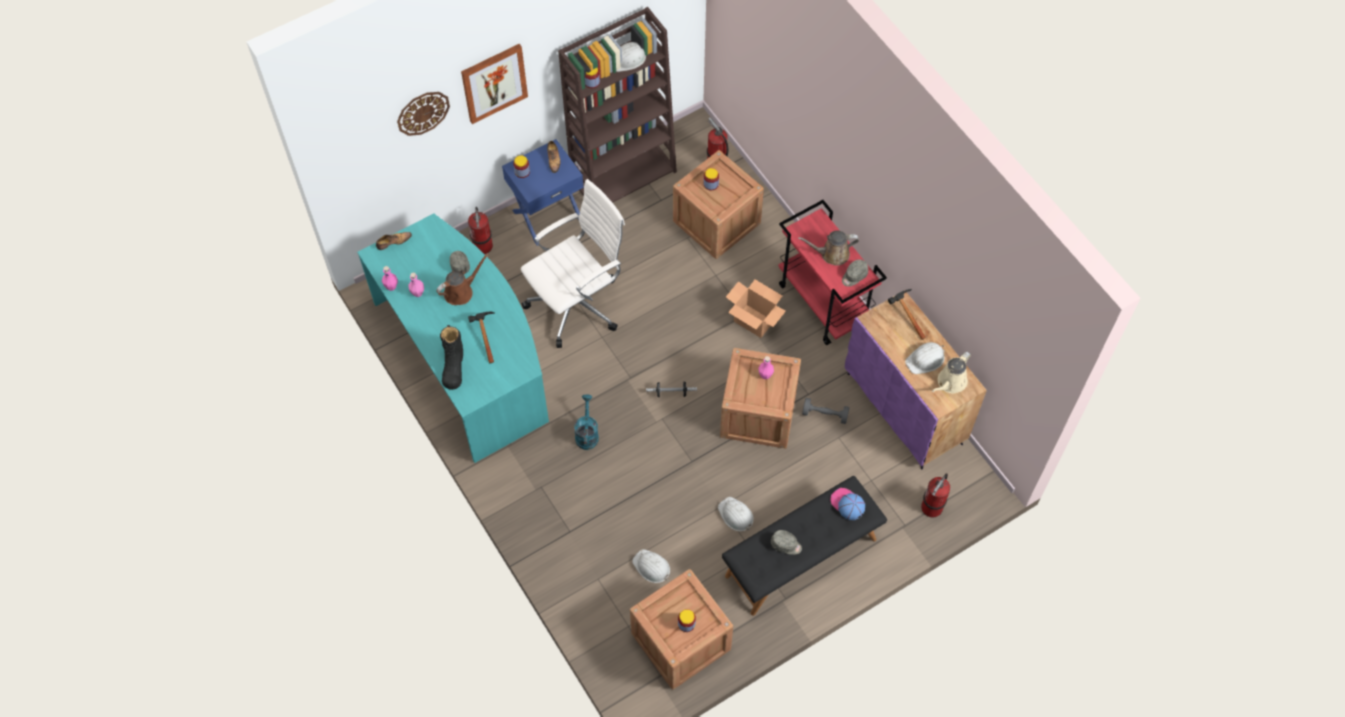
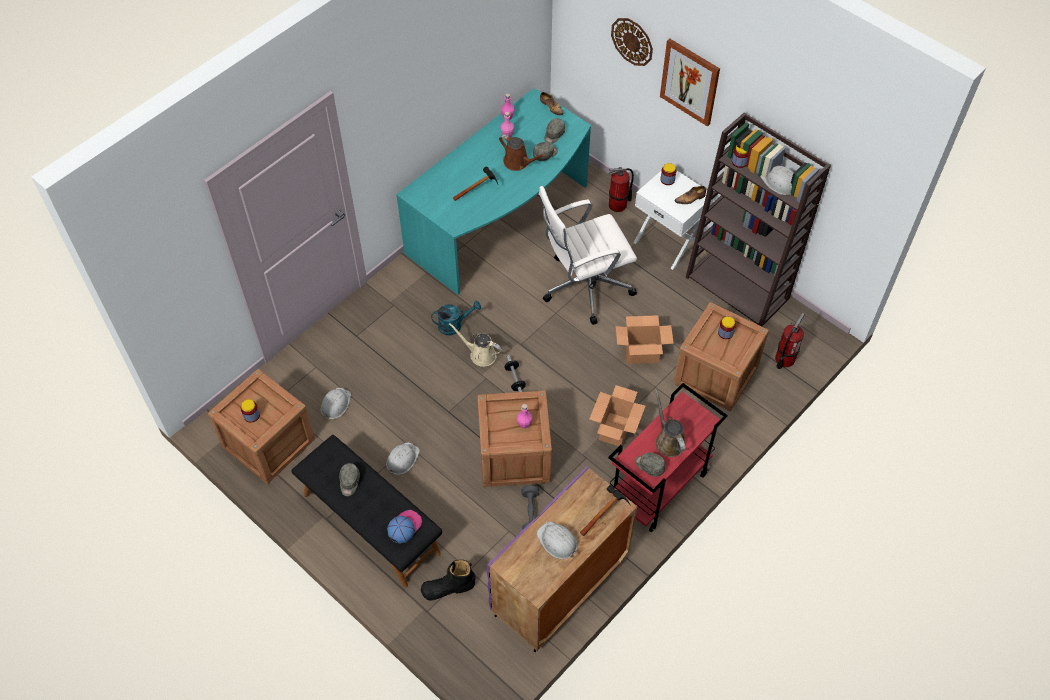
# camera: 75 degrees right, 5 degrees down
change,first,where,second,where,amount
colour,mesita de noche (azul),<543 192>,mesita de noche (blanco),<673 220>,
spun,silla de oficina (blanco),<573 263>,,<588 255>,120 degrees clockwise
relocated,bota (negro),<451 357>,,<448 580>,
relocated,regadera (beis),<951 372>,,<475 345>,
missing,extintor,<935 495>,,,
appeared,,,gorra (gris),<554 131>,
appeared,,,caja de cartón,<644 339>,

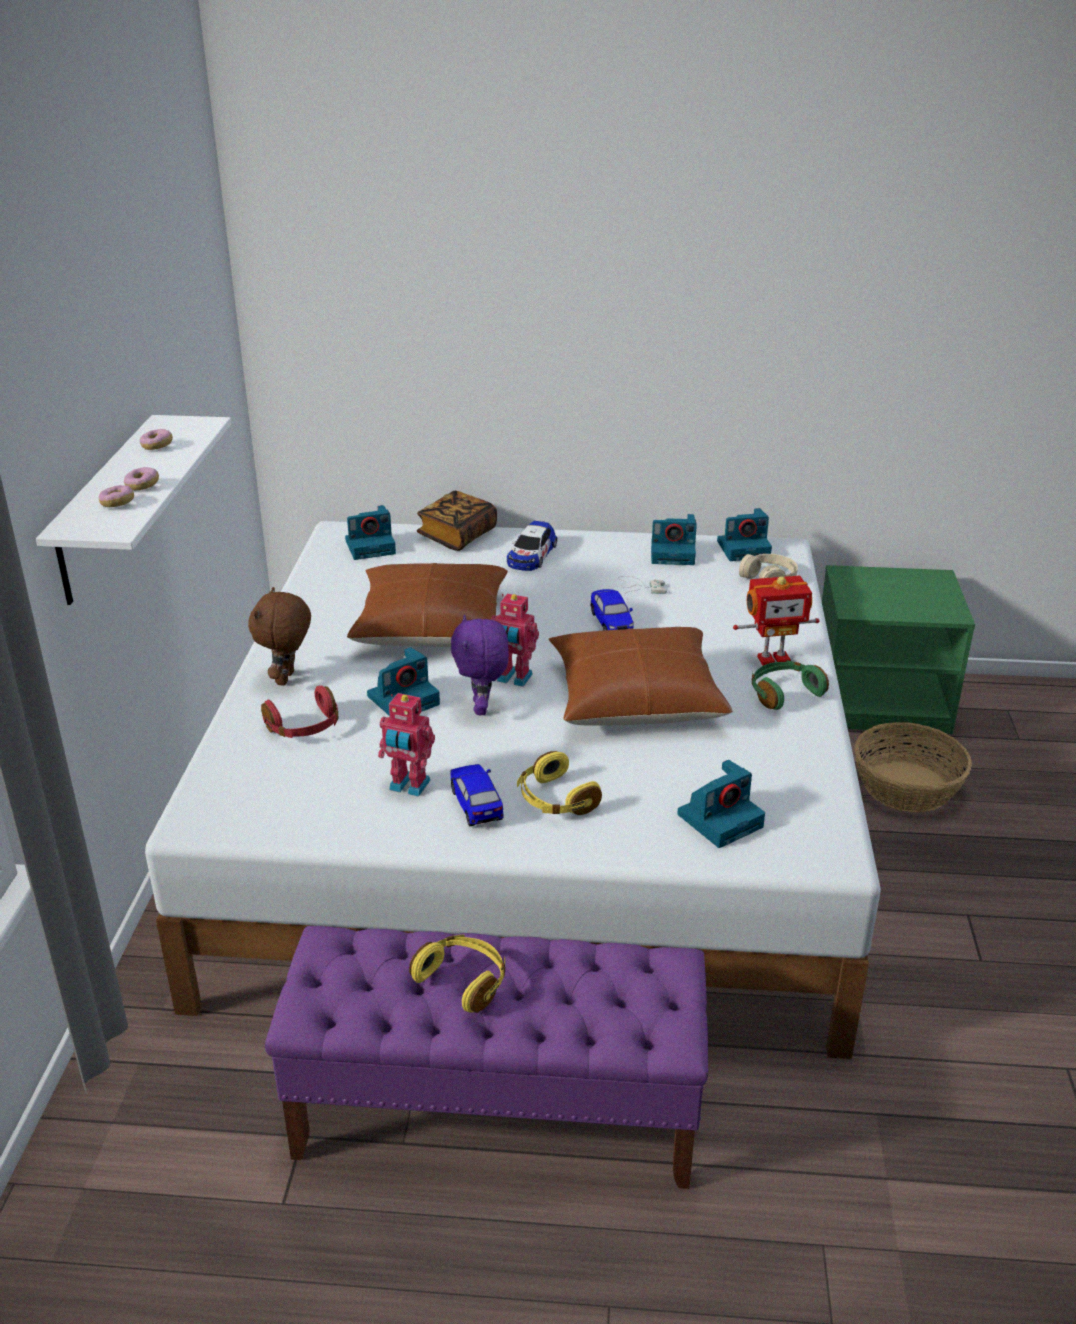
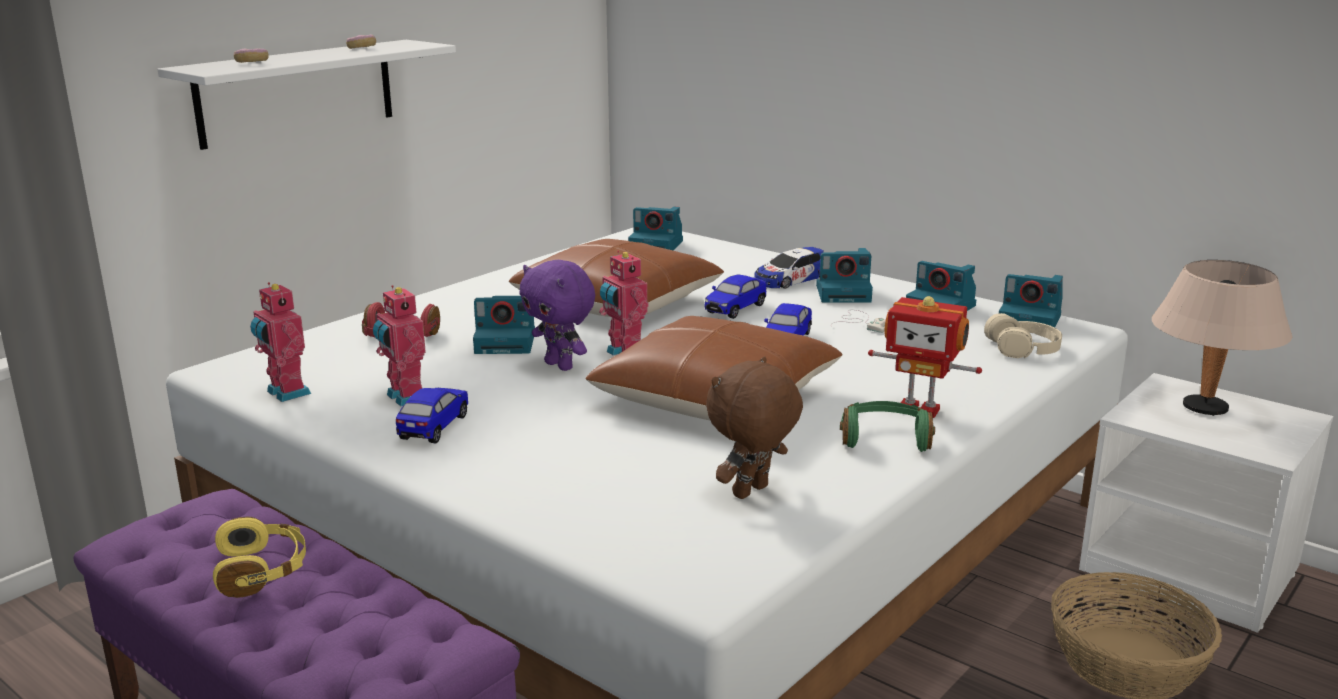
# camera: 35 degrees right, 10 degrees down
change,first,where,second,where,amount
missing,rosquilla,<141 479>,,,
missing,libro,<457 521>,,,
colour,mesita de noche (verde),<898 649>,mesita de noche (blanco),<1206 503>,
relocated,peluche (marrón),<279 636>,,<754 427>,
spun,peluche (morado),<480 665>,,<557 315>,75 degrees counterclockwise
missing,auriculares (amarillo),<559 783>,,,
relocated,cámara,<721 804>,,<844 275>,
appeared,,,lámpara de mesa (beis),<1222 338>,
appeared,,,coche de juguete,<735 297>,
appeared,,,robot de juguete,<280 342>,

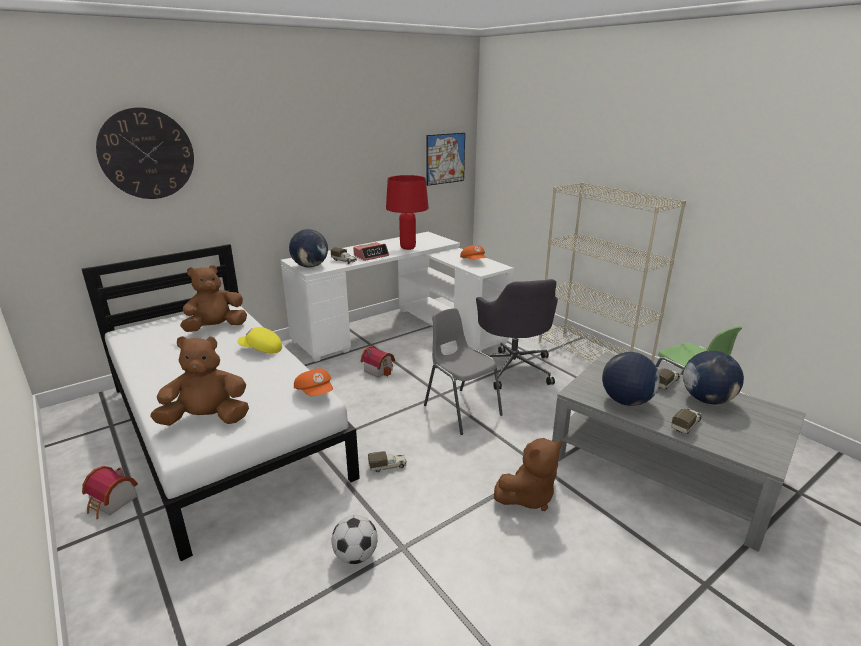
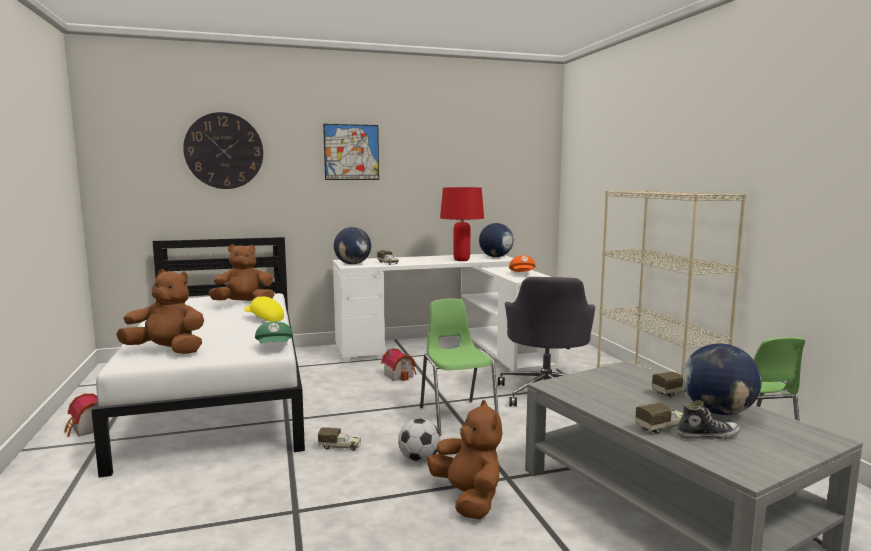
# camera: 20 degrees right, 15 degrees down
change,first,where,second,where,amount
relocated,cuadro,<445 159>,,<351 152>,
missing,despertador,<371 251>,,,
colour,silla (gris),<463 371>,silla (verde),<459 367>,
relocated,globo terráqueo,<631 379>,,<496 240>,
colour,gorra (naranja),<313 382>,gorra (verde),<274 332>,
spun,peluche (marrón),<528 474>,,<465 459>,105 degrees counterclockwise
relocated,balón de fútbol,<355 539>,,<419 440>,
appeared,,,zapato,<709 419>,

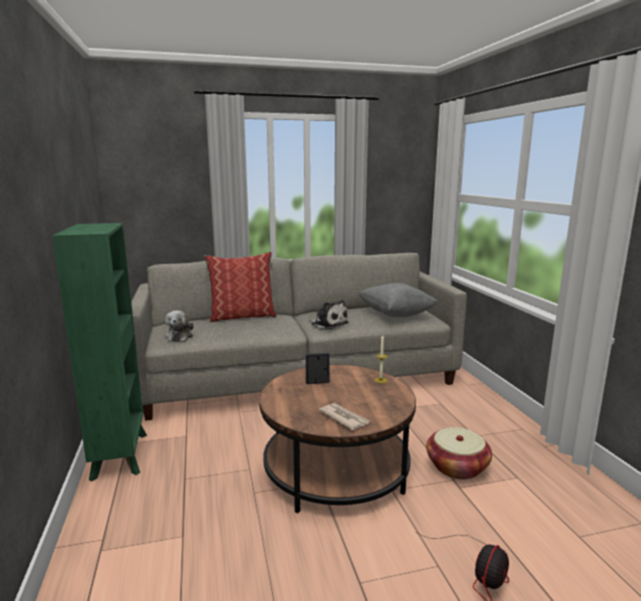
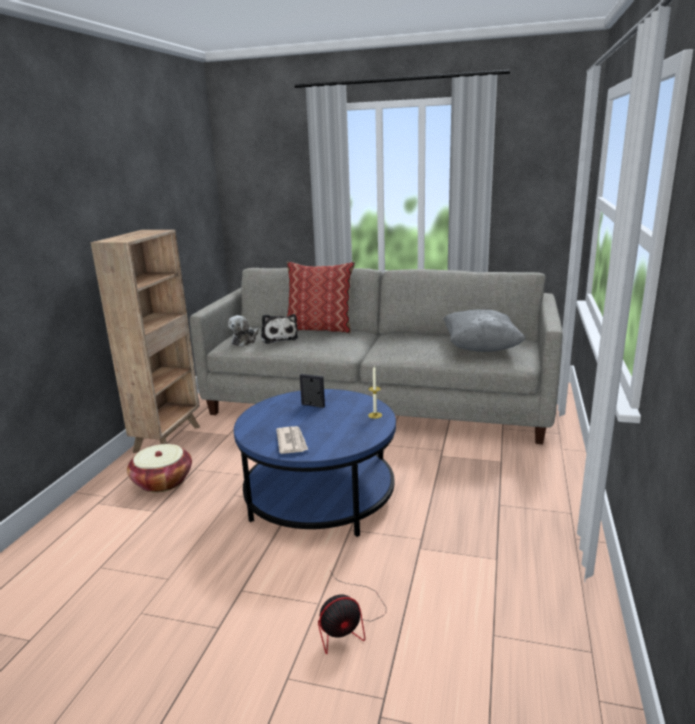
# camera: 30 degrees right, 5 degrees up
change,first,where,second,where,amount
colour,estantería (verde),<99 352>,estantería (marrón),<145 341>,
relocated,peluche,<329 315>,,<279 329>,
colour,mesa de centro (marrón),<337 439>,mesa de centro (azul),<315 463>,
relocated,cesta,<459 453>,,<159 468>,

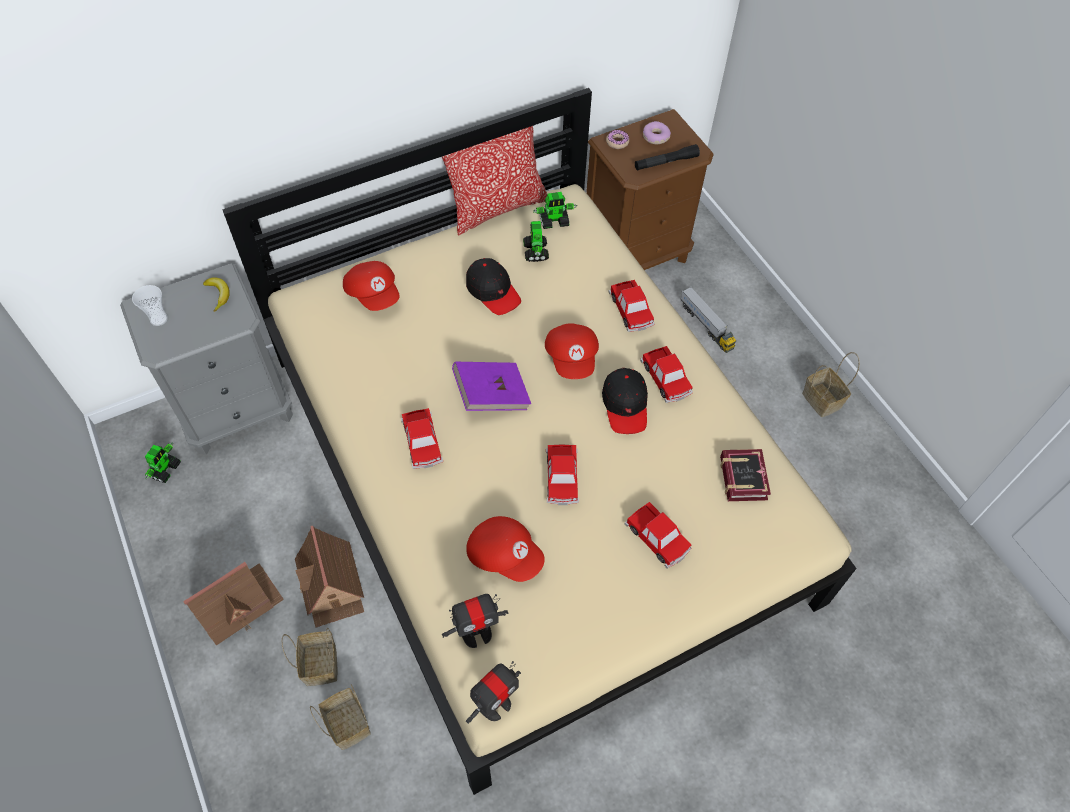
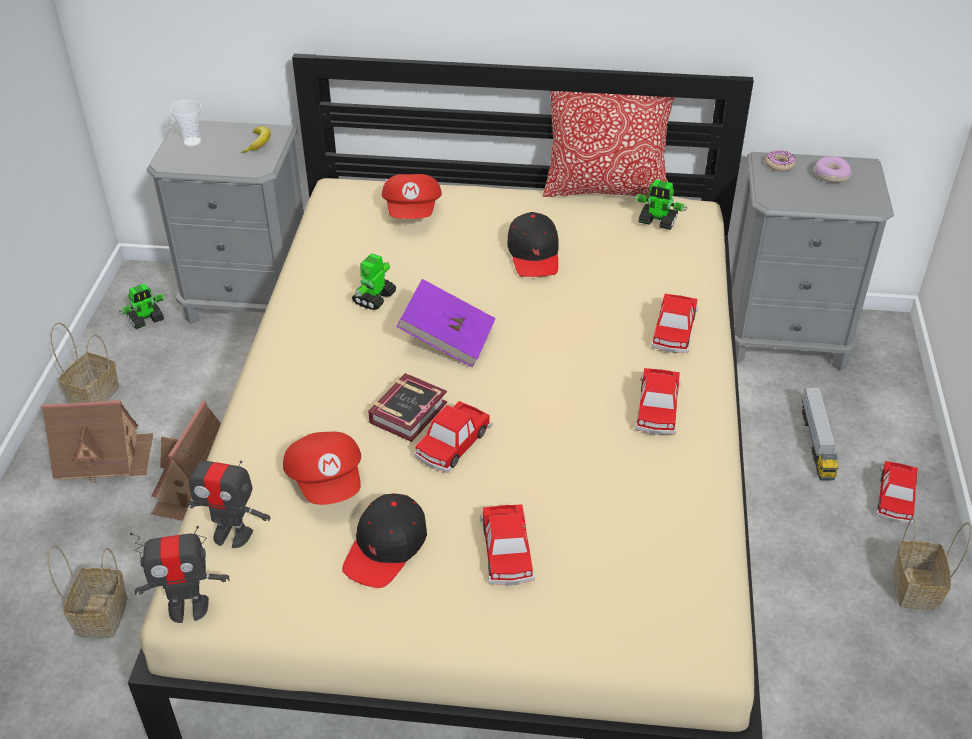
# camera: 35 degrees right, 15 degrees down
change,first,where,second,where,amount
colour,mesita de noche (marrón),<650 189>,mesita de noche (gris),<812 261>,
missing,linterna (negro),<667 157>,,,
relocated,robot de juguete,<536 241>,,<374 281>,
missing,gorra (rojo),<572 351>,,,
relocated,gorra (negro),<625 401>,,<384 540>,
relocated,coche de juguete,<422 438>,,<897 492>,
relocated,libro,<745 475>,,<407 407>,
relocated,cesta,<310 657>,,<85 363>,

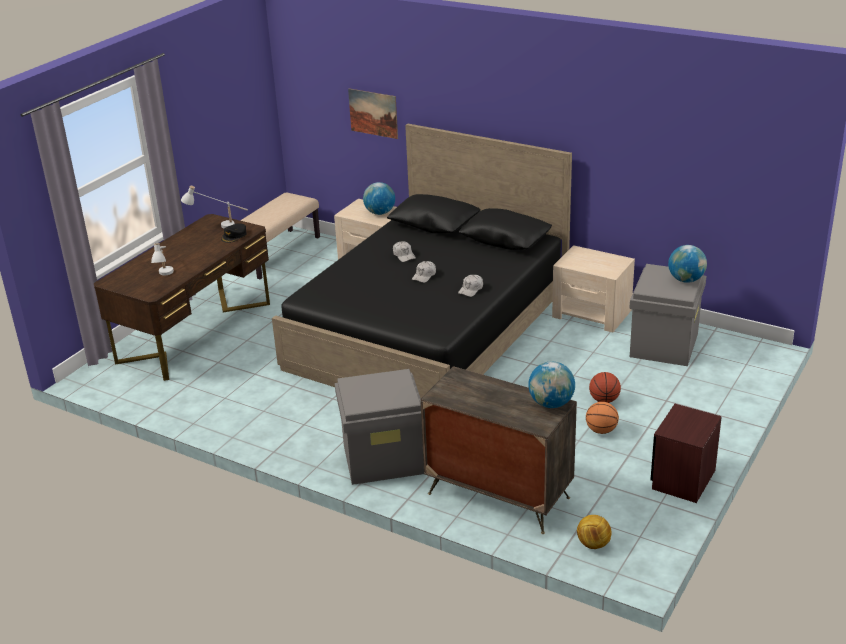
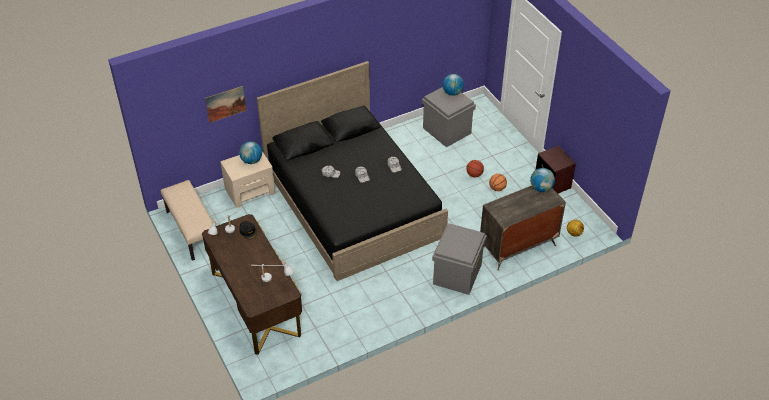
# camera: 60 degrees left, 15 degrees up
change,first,where,second,where,amount
missing,mesita de noche (beis),<593 288>,,,

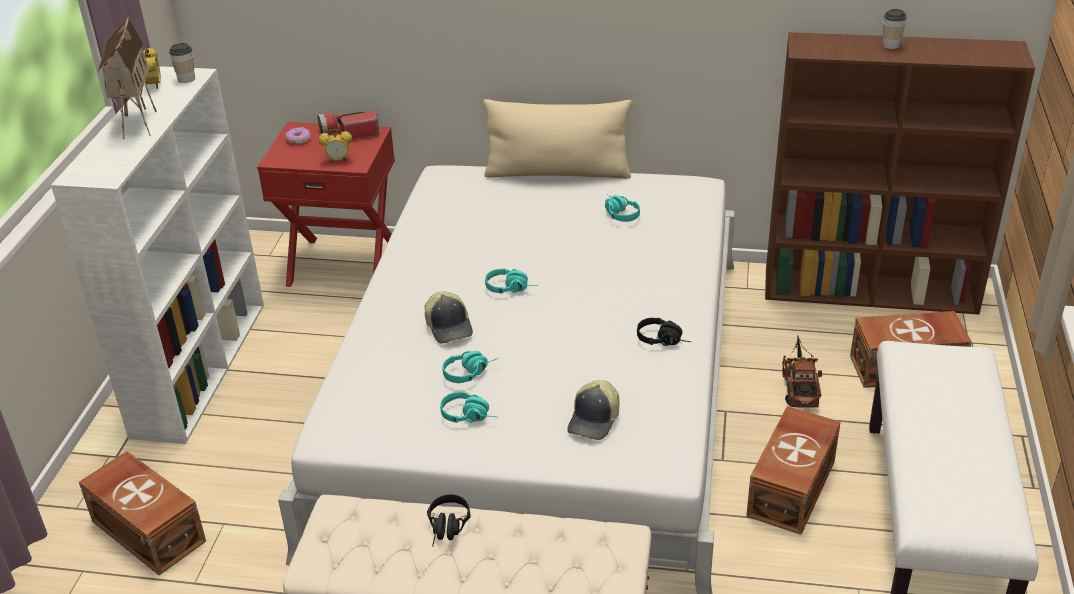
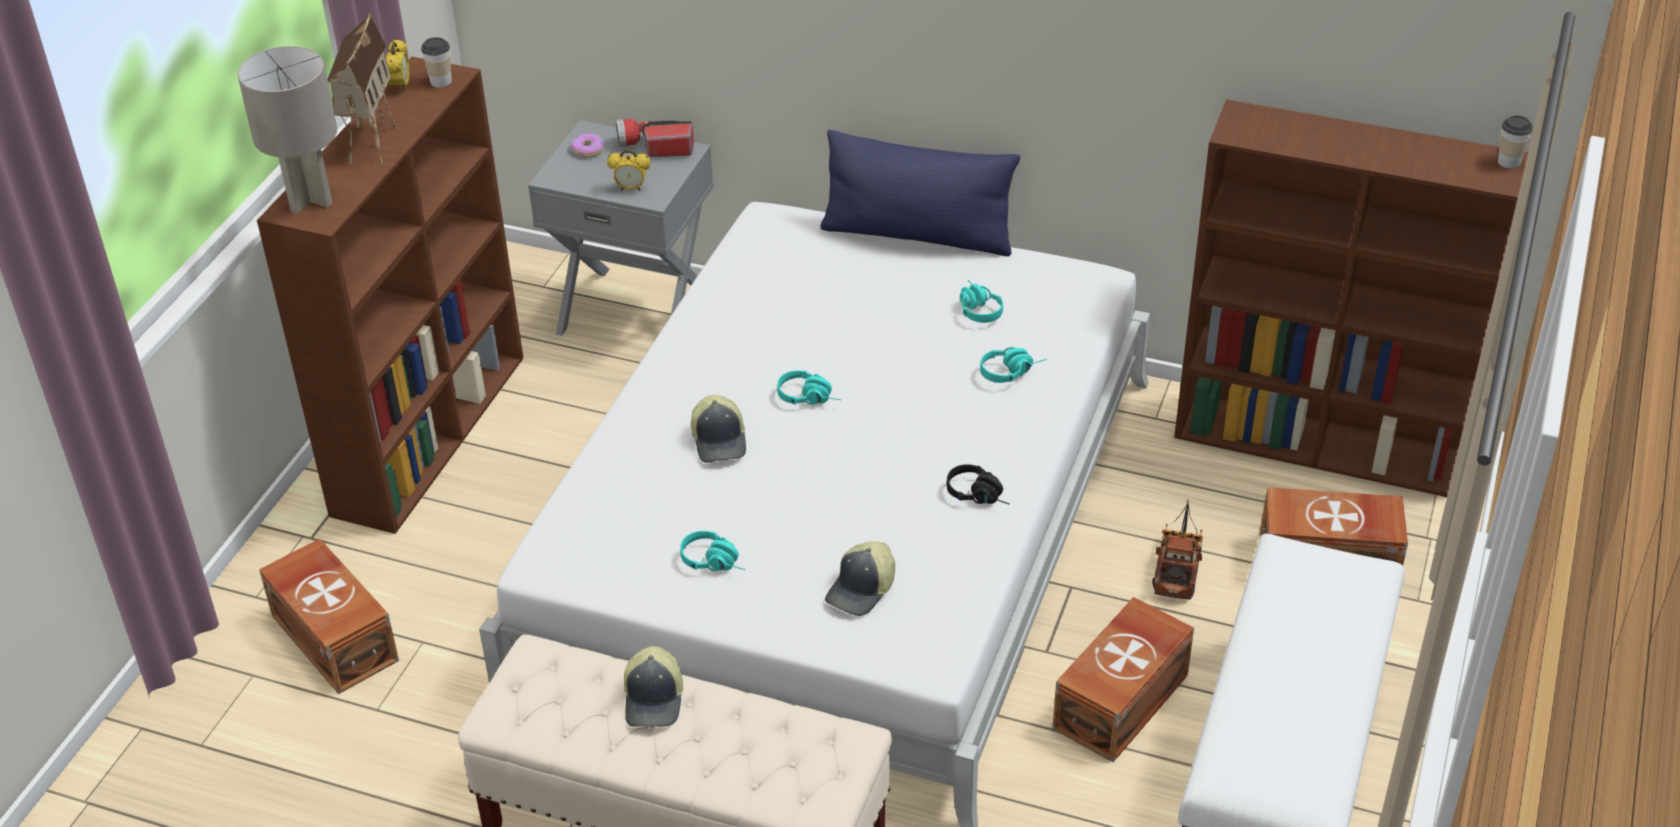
# camera: 10 degrees right, 5 degrees up
change,first,where,second,where,amount
relocated,taza,<895 29>,,<1515 141>,
colour,estantería (blanco),<157 255>,estantería (marrón),<390 295>,
colour,cojín (beis),<557 139>,cojín (azul),<920 193>,
colour,mesita de noche (rojo),<326 204>,mesita de noche (gris),<620 228>,
relocated,auriculares (turquesa),<470 367>,,<1013 365>,
exchanged,auriculares (negro),<449 520>,gorra,<653 686>,
appeared,,,lámpara de mesa (gris),<287 129>,

